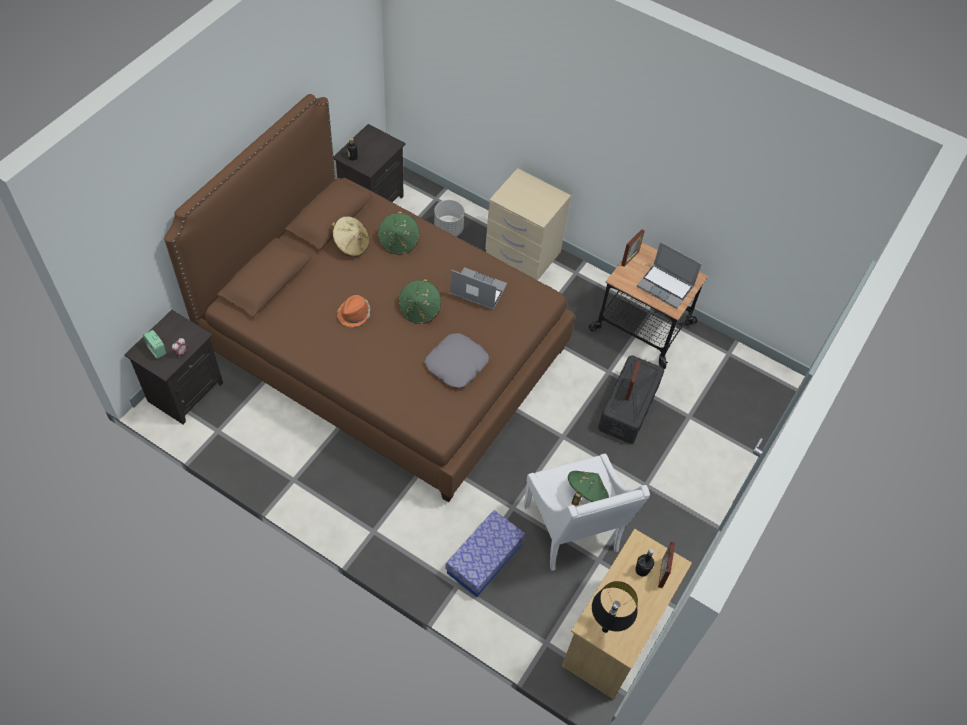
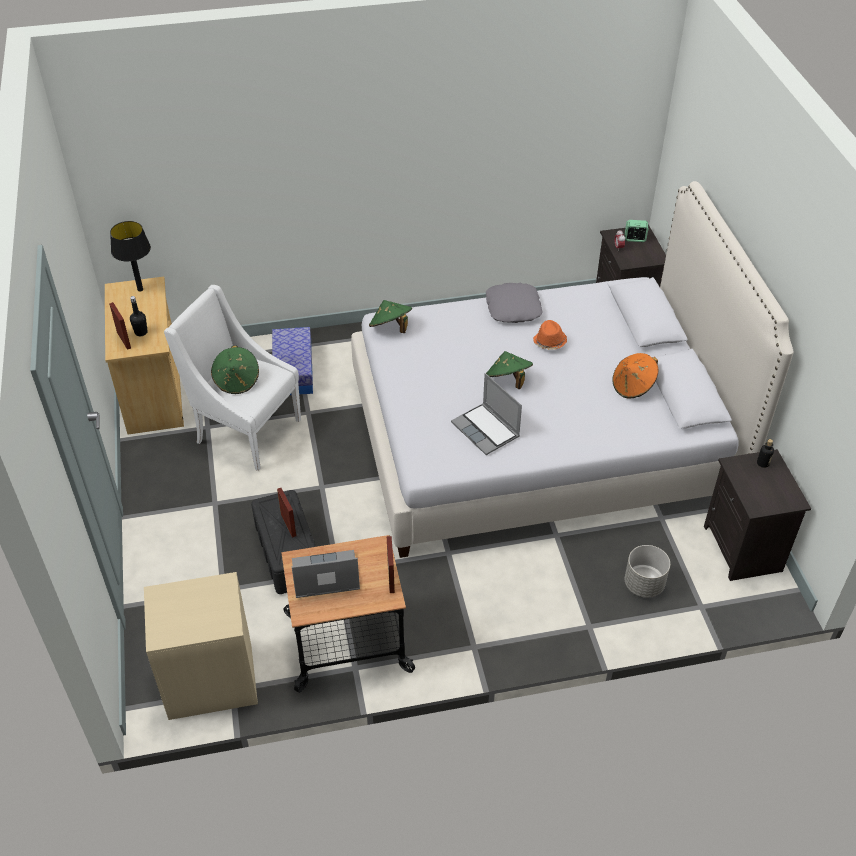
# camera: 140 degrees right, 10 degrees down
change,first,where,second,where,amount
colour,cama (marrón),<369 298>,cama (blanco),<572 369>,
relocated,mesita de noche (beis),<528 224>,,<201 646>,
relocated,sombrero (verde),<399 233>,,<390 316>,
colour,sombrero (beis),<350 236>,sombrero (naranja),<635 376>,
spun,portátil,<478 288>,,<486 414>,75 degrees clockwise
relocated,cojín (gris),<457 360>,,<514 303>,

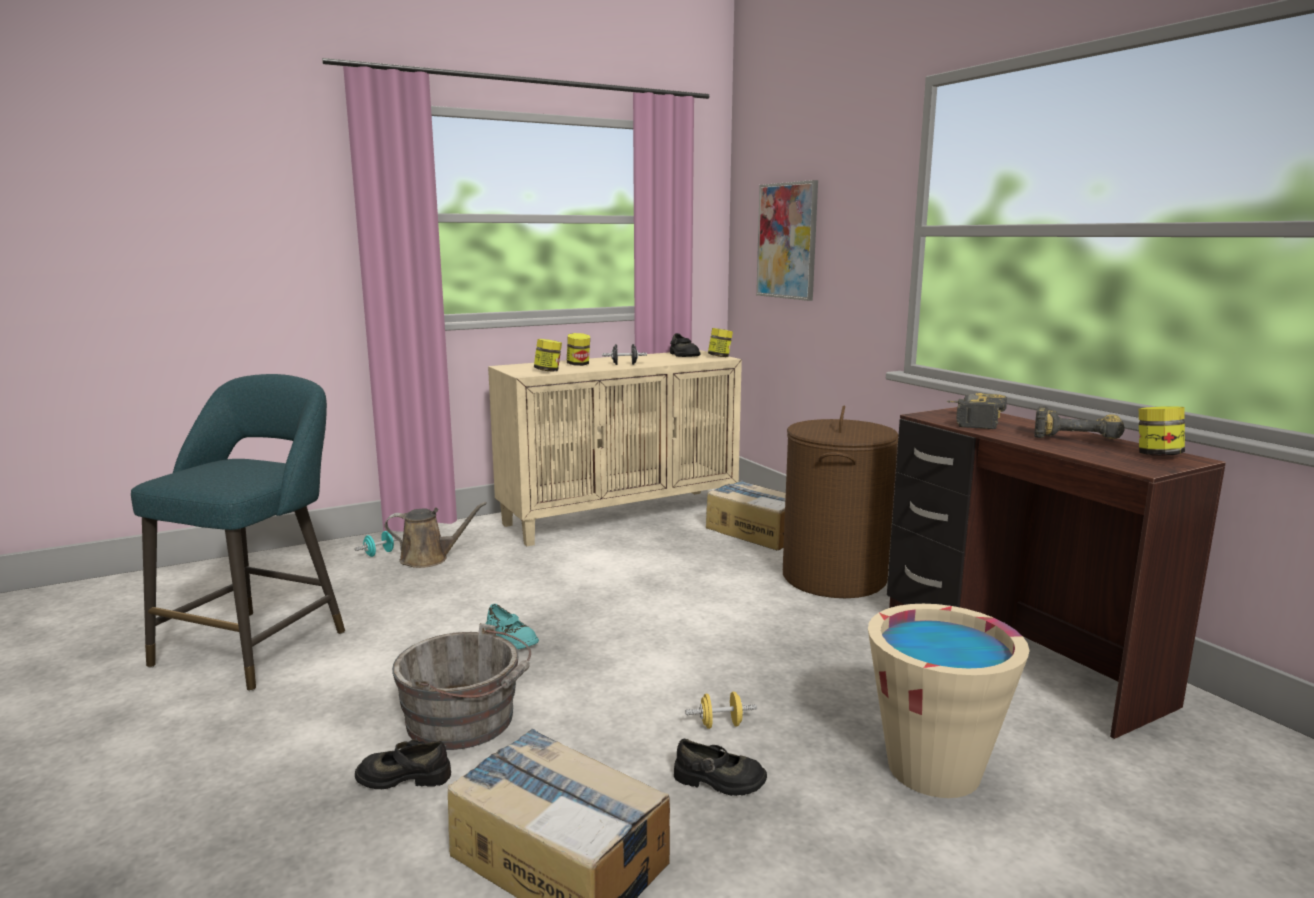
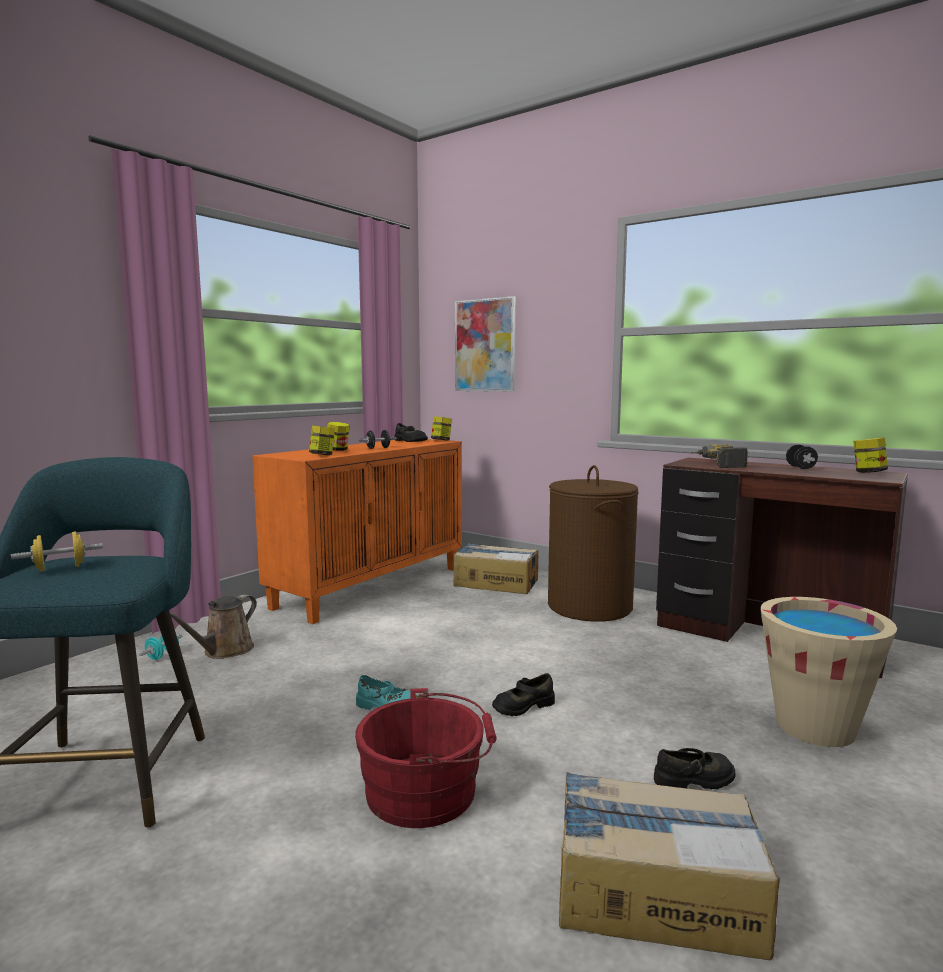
# camera: 25 degrees left, 5 degrees down
change,first,where,second,where,amount
colour,armario (beis),<615 448>,armario (naranja),<357 531>,
exchanged,taladro,<1079 422>,mancuerna (negro),<802 456>,
spun,regadera (marrón),<436 535>,,<213 626>,150 degrees clockwise
colour,cubo (gris),<461 686>,cubo (rojo),<426 758>,
relocated,mancuerna (amarillo),<721 710>,,<57 552>,
relocated,zapato (negro),<403 764>,,<523 694>,

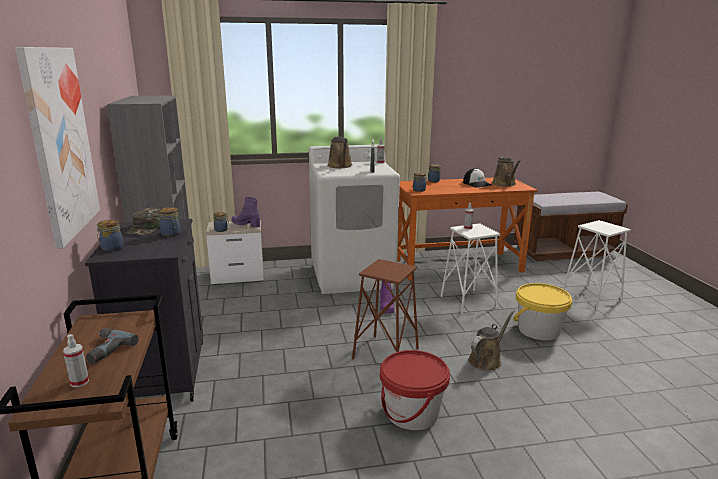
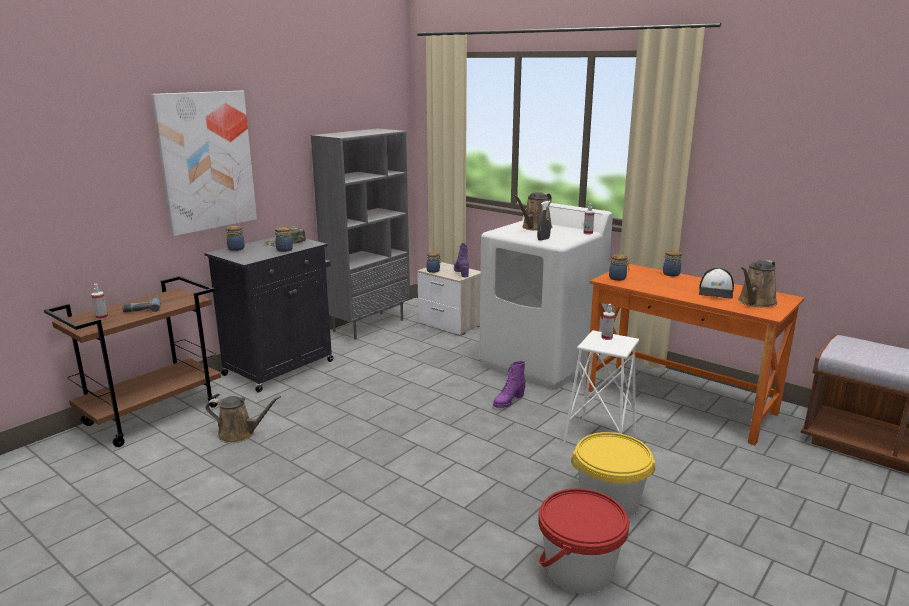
# camera: 50 degrees right, 0 degrees up
change,first,where,second,where,amount
missing,taburete (blanco),<597 265>,,,
missing,taburete (marrón),<385 309>,,,
relocated,regadera (marrón),<491 340>,,<243 419>,
relocated,cubo (rojo),<415 390>,,<583 541>,

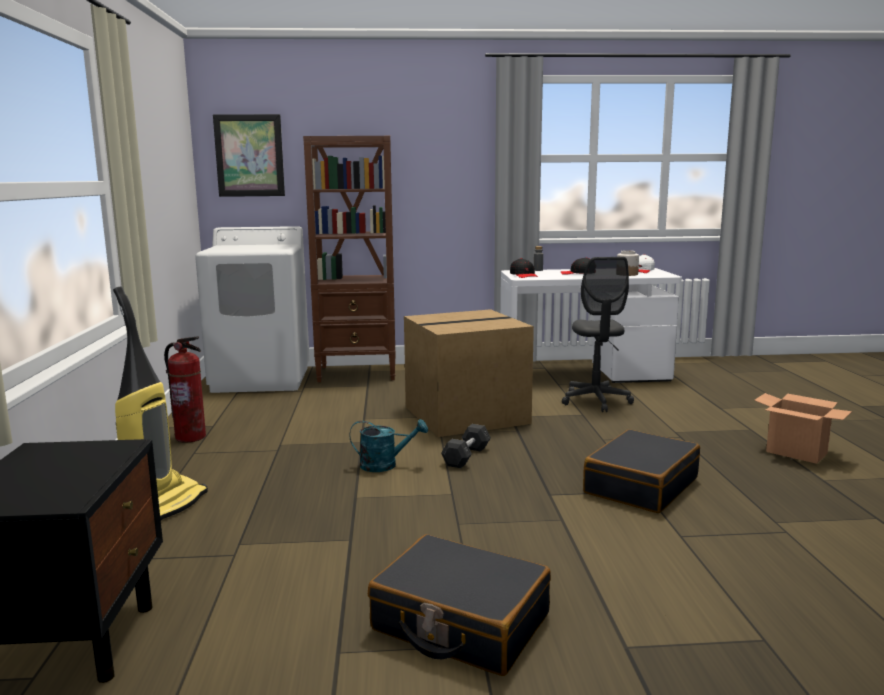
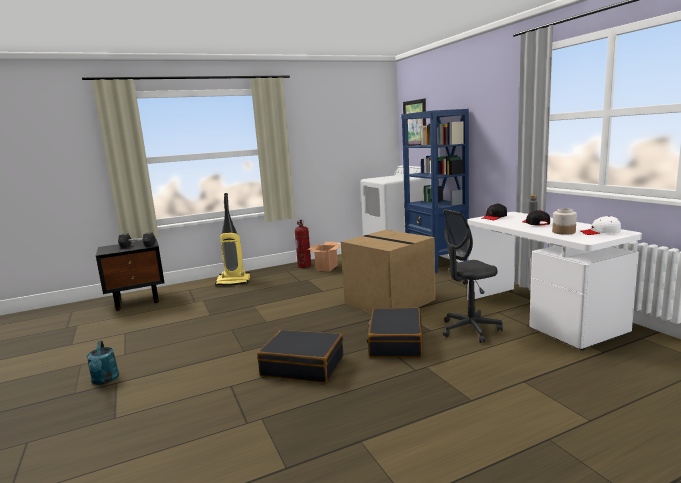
# camera: 70 degrees right, 0 degrees up
change,first,where,second,where,amount
colour,estantería (marrón),<349 259>,estantería (azul),<435 191>,
relocated,caja de cartón,<803 428>,,<324 257>,
relocated,regadera (turquesa),<388 445>,,<102 363>,
relocated,mancuerna (gris),<466 446>,,<137 240>,
relocated,maleta (negro),<459 605>,,<395 333>,

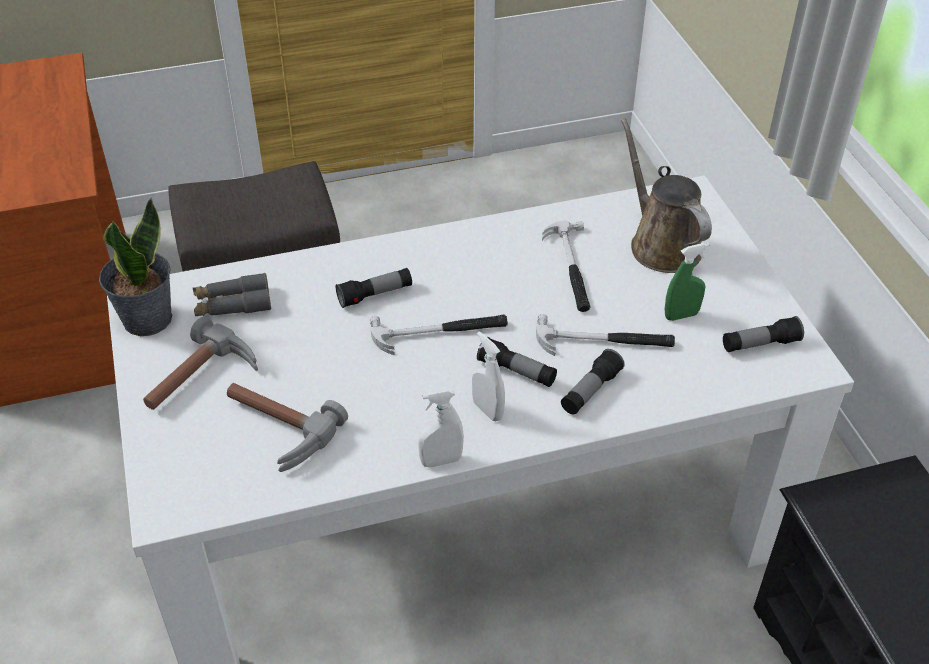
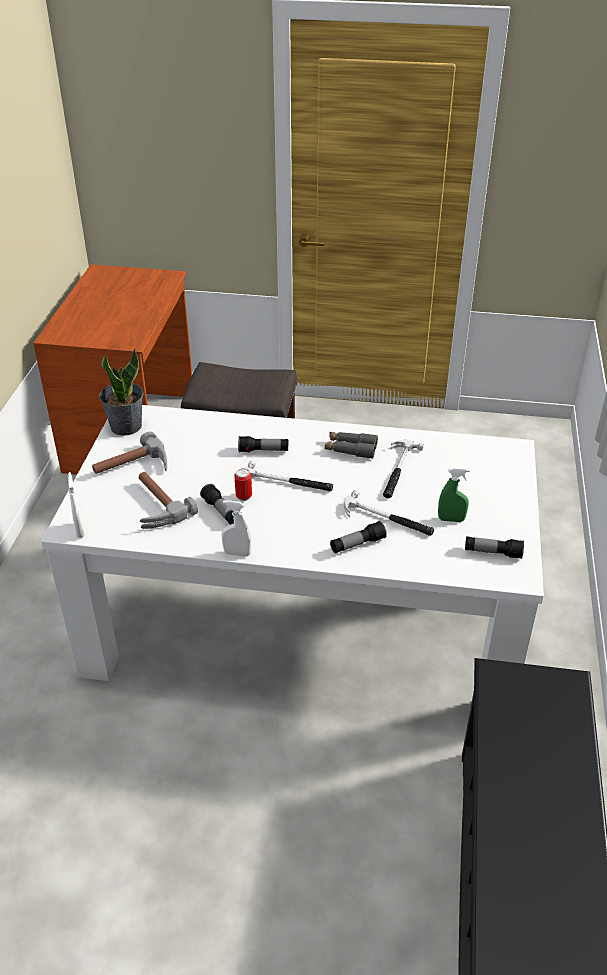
# camera: 25 degrees right, 5 degrees down
change,first,where,second,where,amount
missing,regadera (marrón),<666 195>,,,
relocated,prismáticos (gris),<232 294>,,<351 445>,
relocated,pulverizador (blanco),<488 376>,,<76 505>,
relocated,linterna,<517 362>,,<217 504>,
appeared,,,lata,<243 485>,

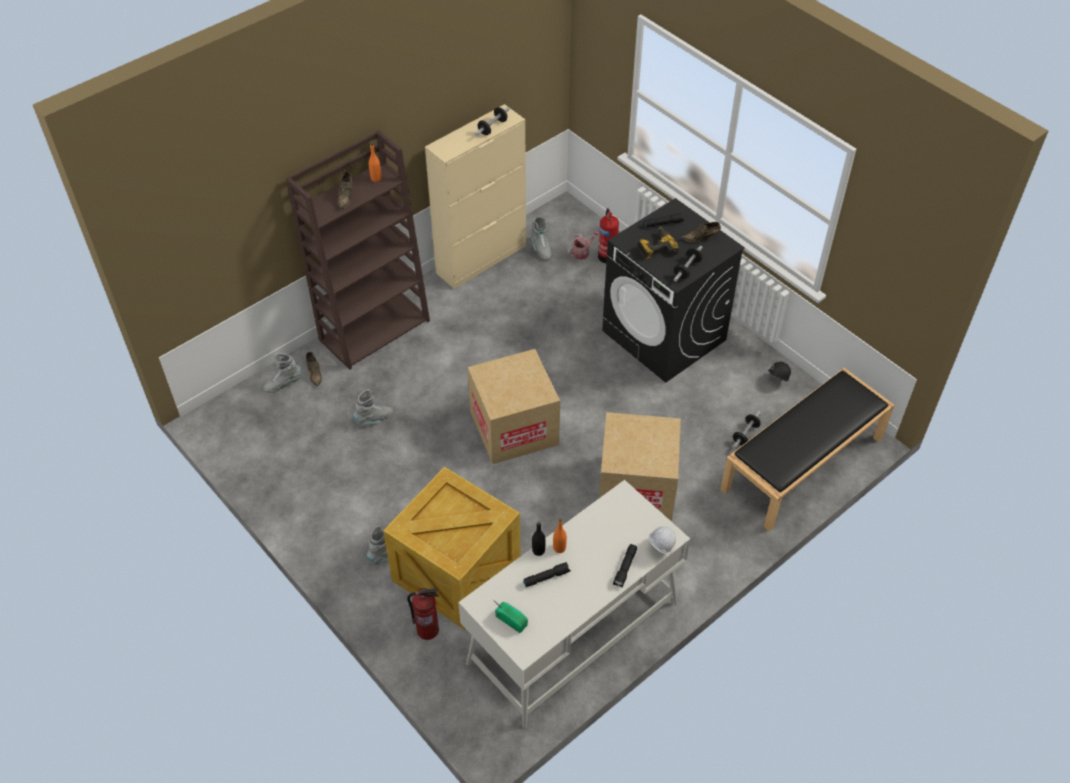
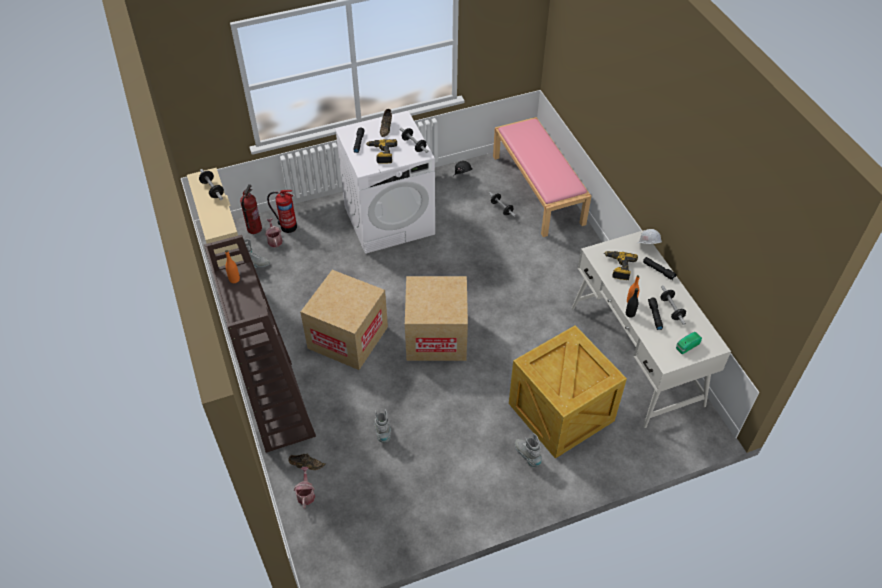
# camera: 70 degrees left, 0 degrees up
change,first,where,second,where,amount
missing,zapato (marrón),<345 190>,,,
colour,lavadora (negro),<673 290>,lavadora (blanco),<385 182>,
exchanged,bota (gris),<283 373>,regadera,<304 488>,
colour,banco (negro),<807 449>,banco (rosa),<542 177>,
relocated,caja de cartón,<640 467>,,<344 320>,
relocated,extintor,<423 614>,,<251 209>,
appeared,,,taladro,<621 265>,
appeared,,,mancuerna,<673 305>,

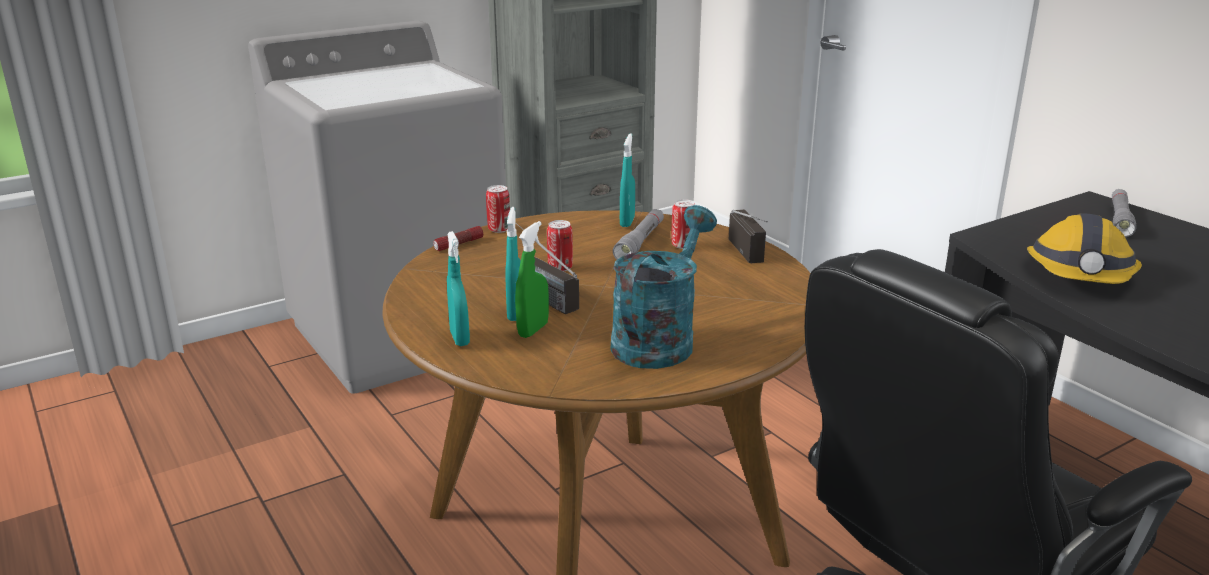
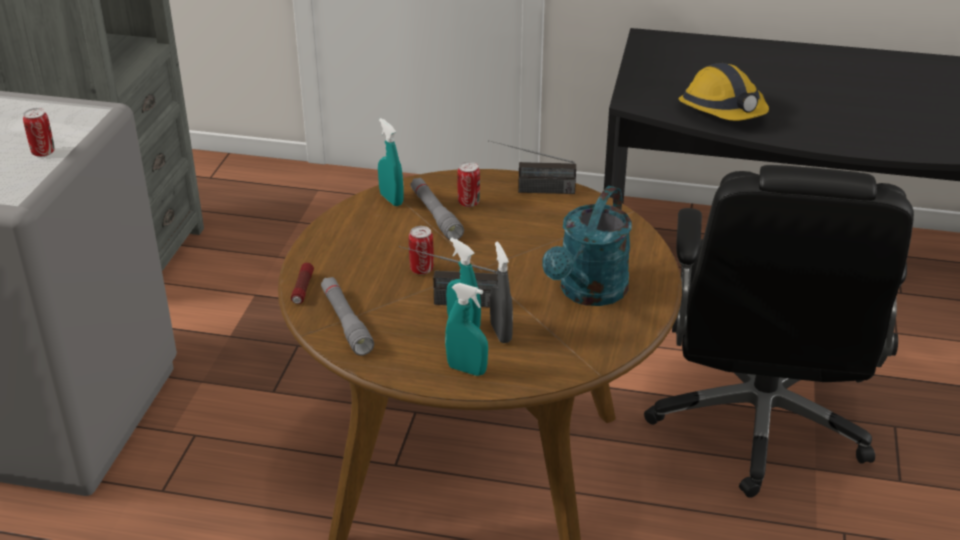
# camera: 45 degrees left, 10 degrees up
change,first,where,second,where,amount
relocated,lata,<498 209>,,<39 132>,
relocated,linterna (gris),<1124 213>,,<347 316>,
spun,regadera (turquesa),<663 287>,,<587 246>,135 degrees counterclockwise
spun,radio,<748 236>,,<532 167>,150 degrees clockwise
colour,pulverizador (verde),<532 279>,pulverizador (gris),<501 292>,

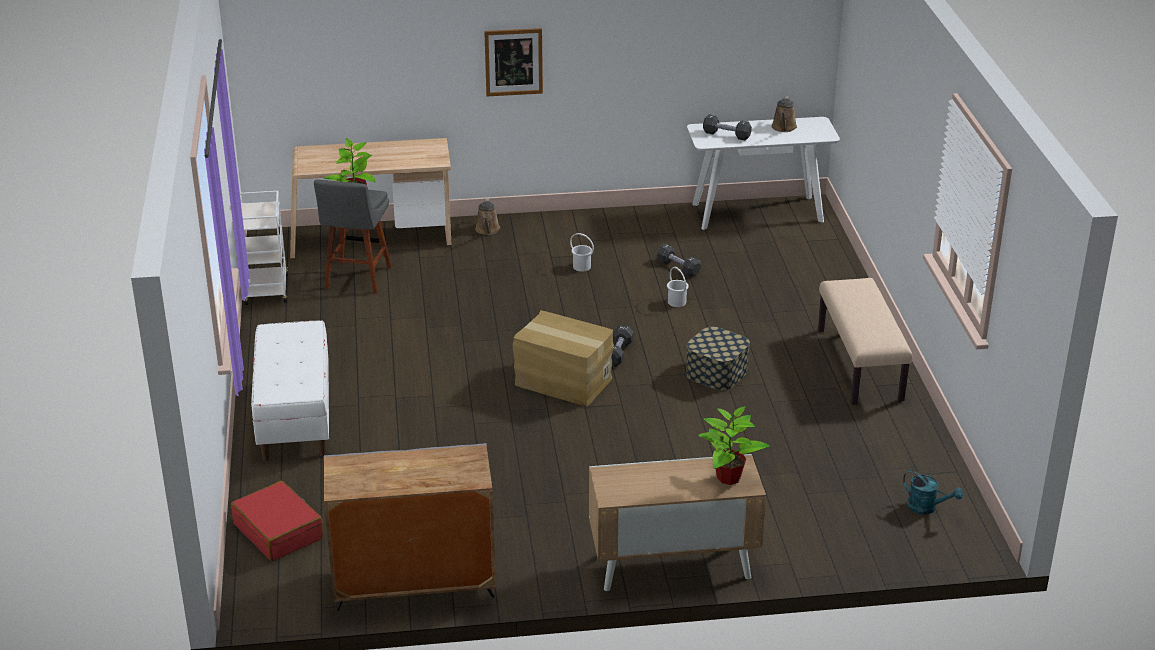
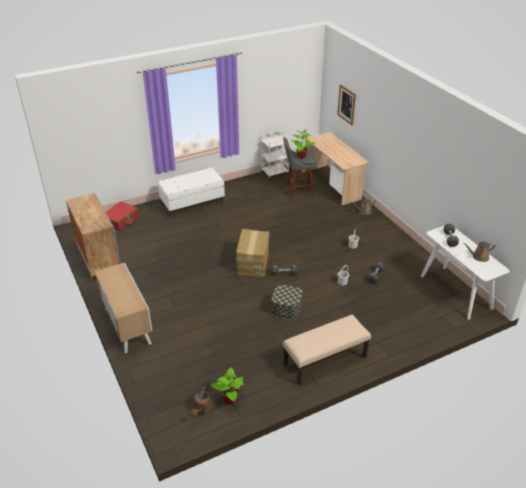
# camera: 70 degrees right, 5 degrees up
change,first,where,second,where,amount
relocated,cuadro,<513 62>,,<346 105>,
relocated,planta en maceta,<734 445>,,<227 386>,
colour,regadera (turquesa),<933 492>,regadera (marrón),<201 401>,

